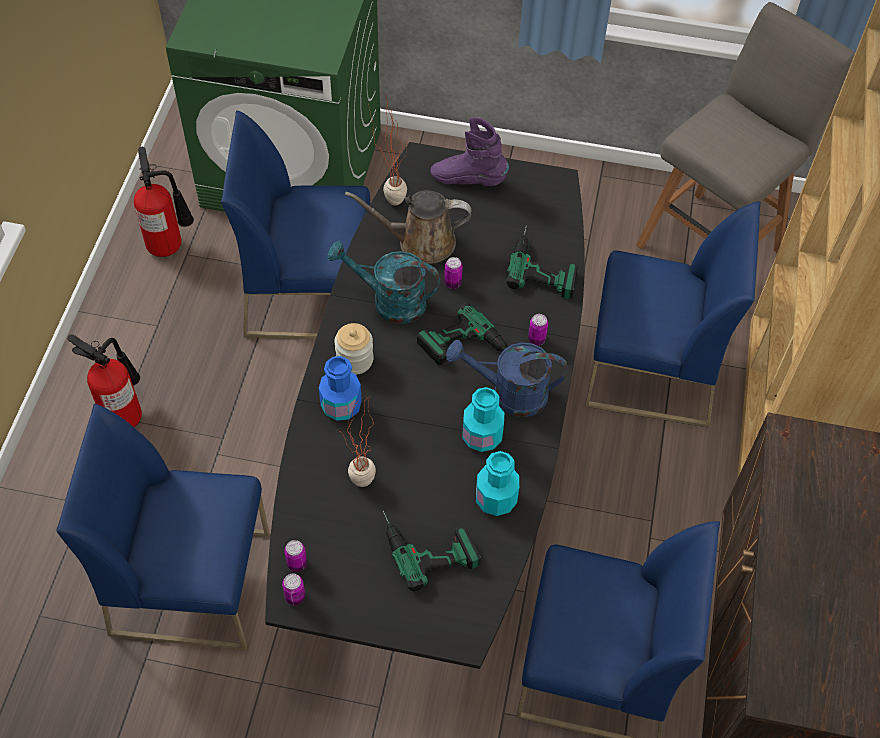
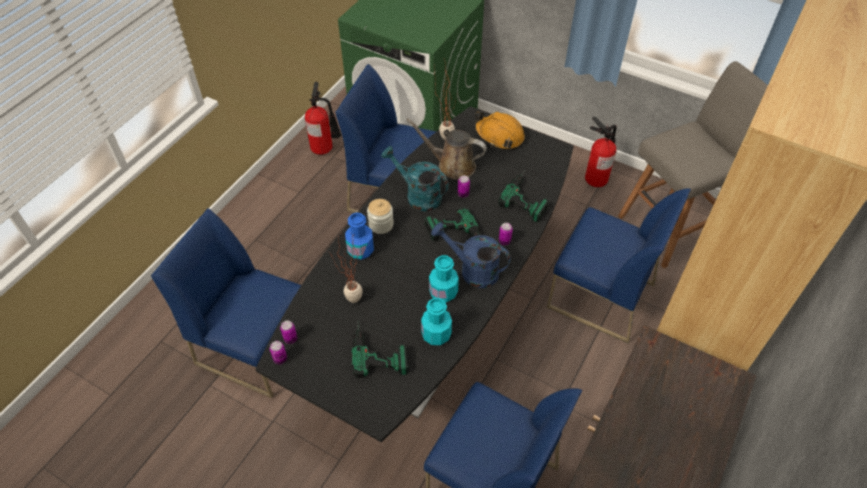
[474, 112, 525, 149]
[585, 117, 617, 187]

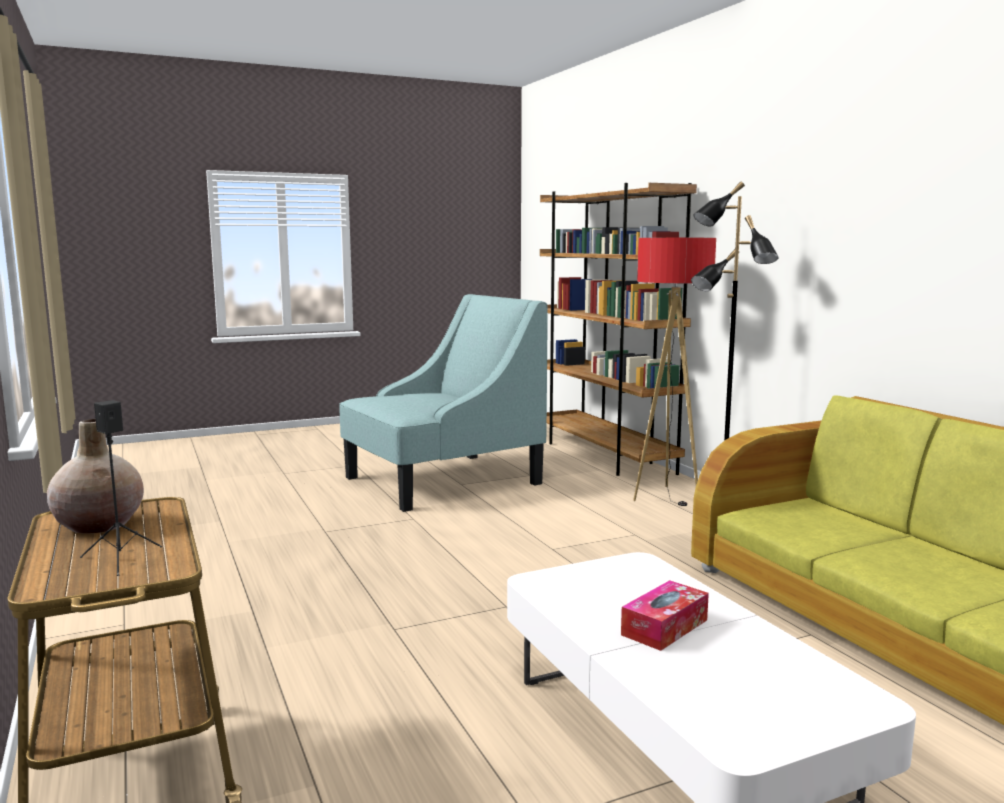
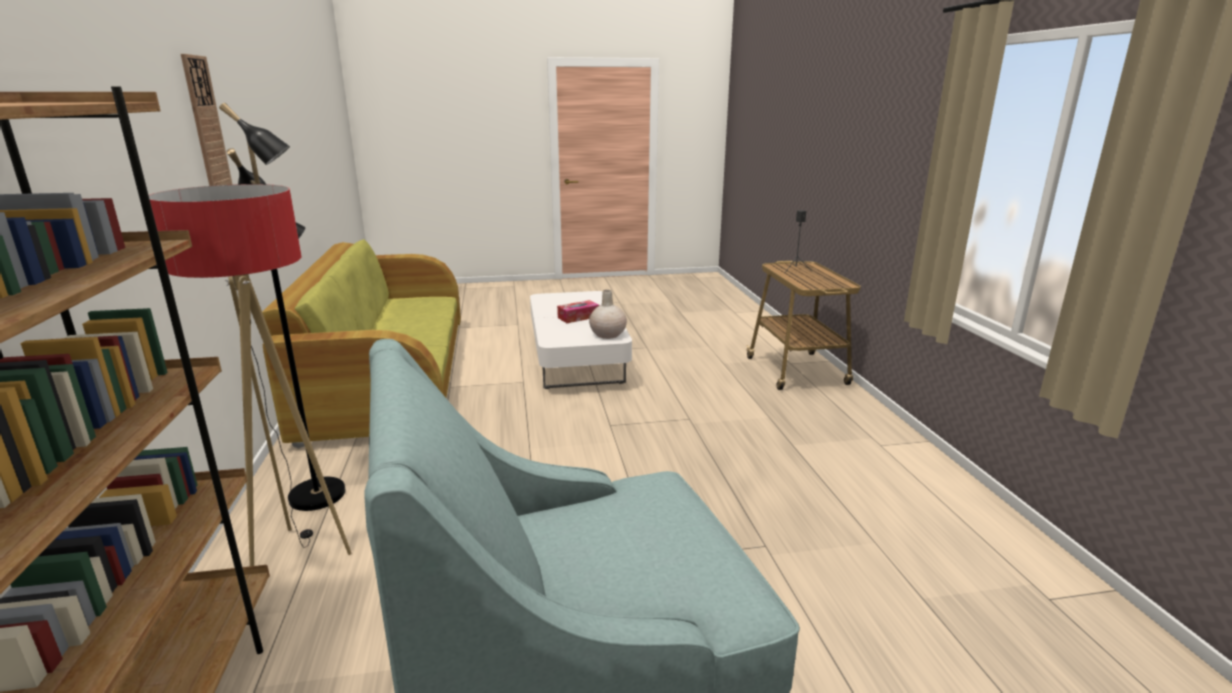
[589, 290, 627, 339]
[181, 54, 233, 186]

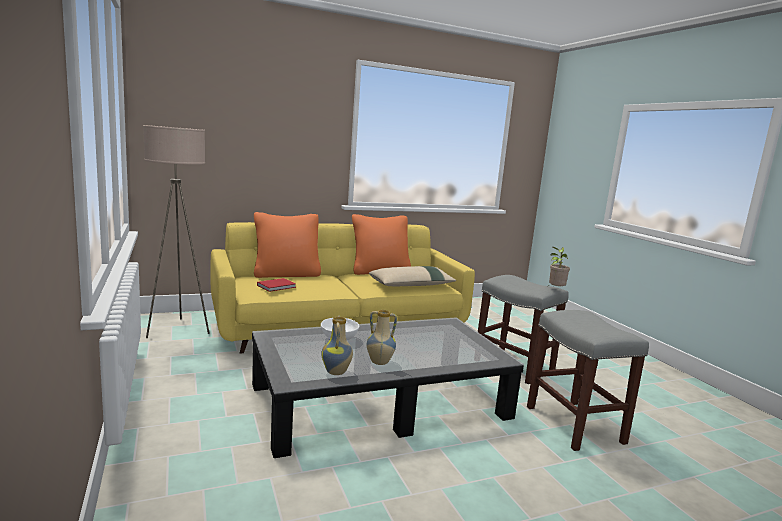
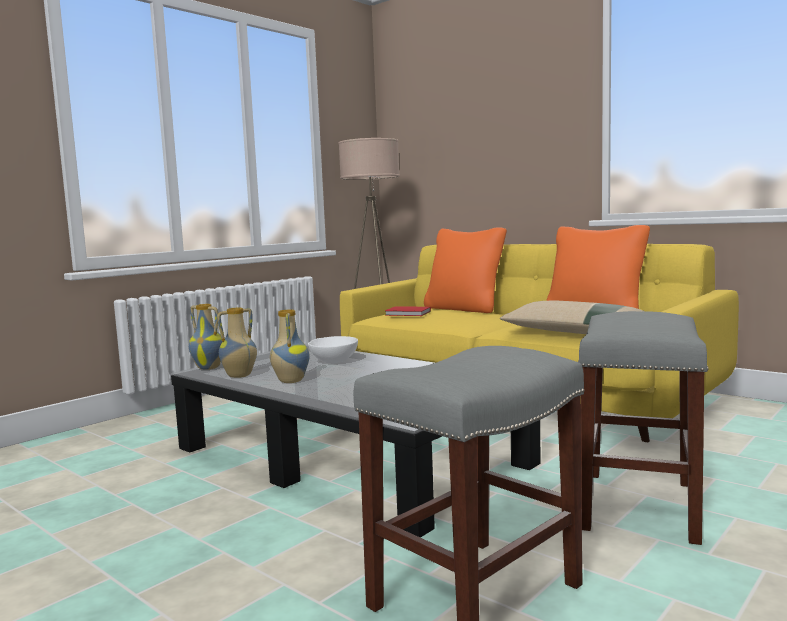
[548, 247, 570, 286] (first image)
[189, 304, 222, 370]

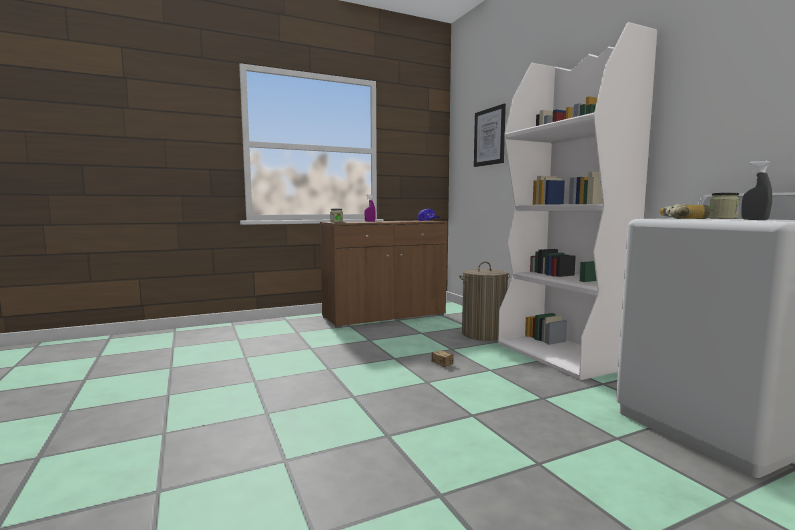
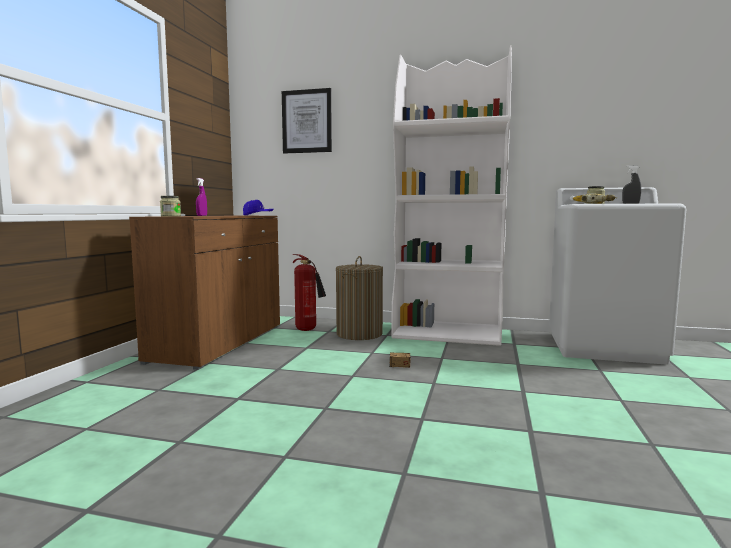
[293, 254, 326, 331]

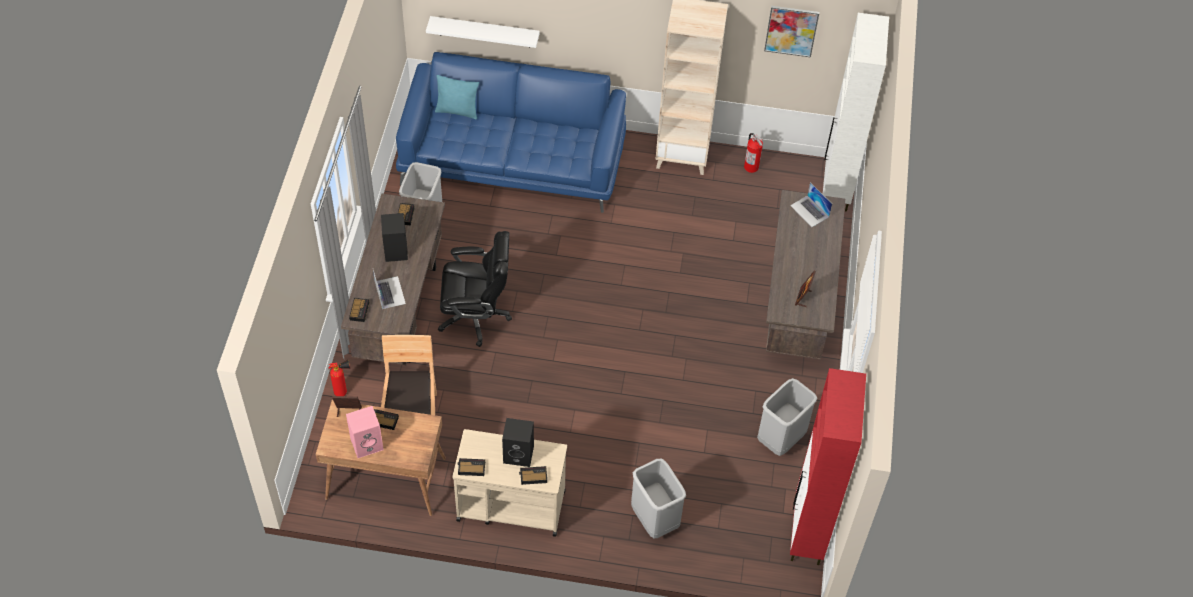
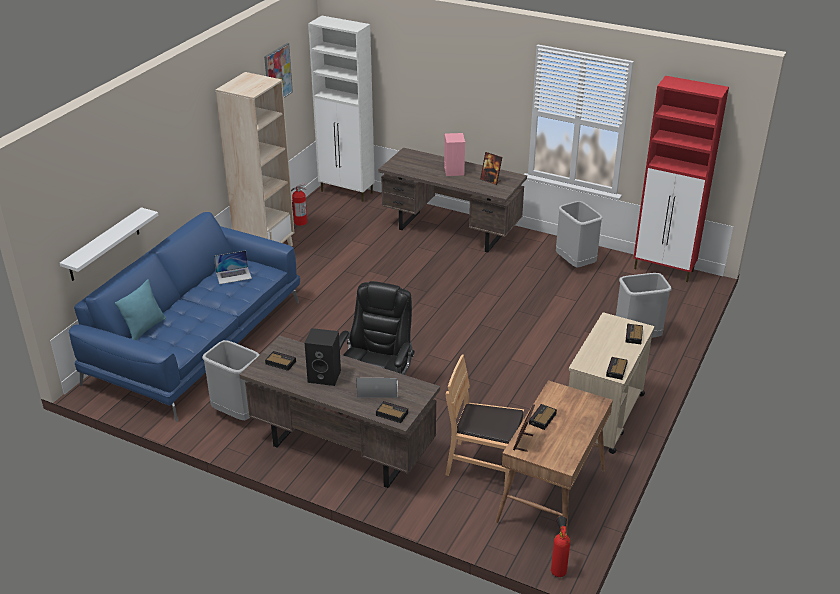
[214, 250, 252, 284]
[551, 516, 570, 577]
[444, 133, 465, 176]
[502, 418, 534, 467] (first image)

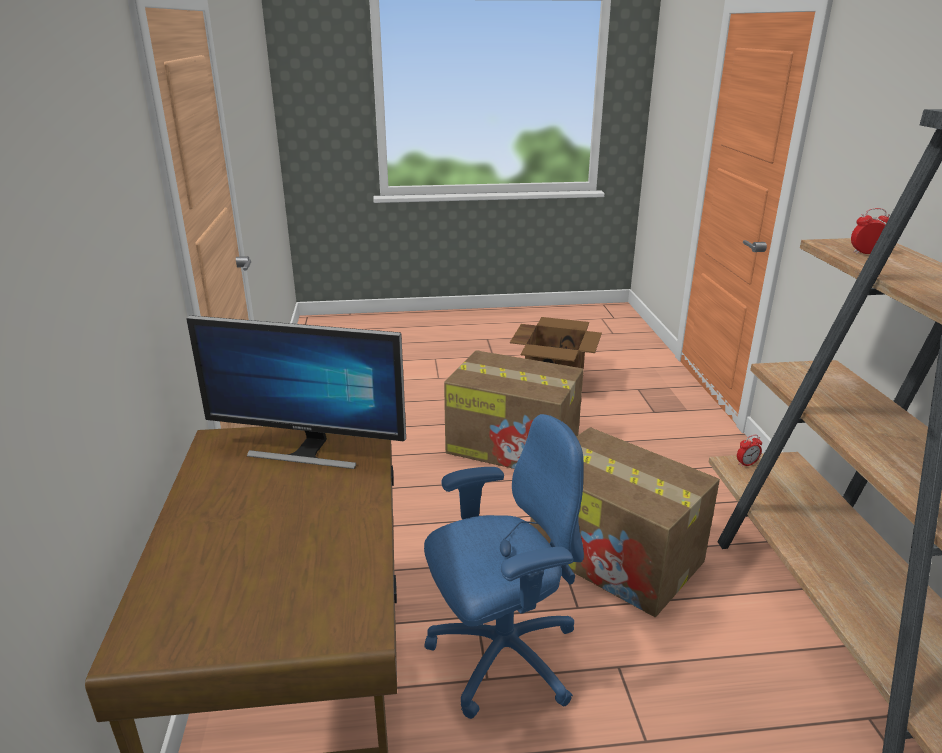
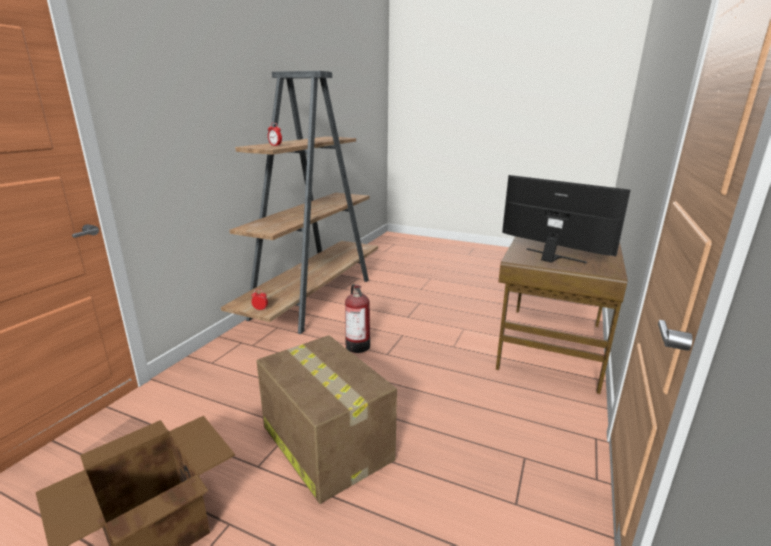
[424, 414, 584, 719] (first image)
[345, 284, 370, 353]

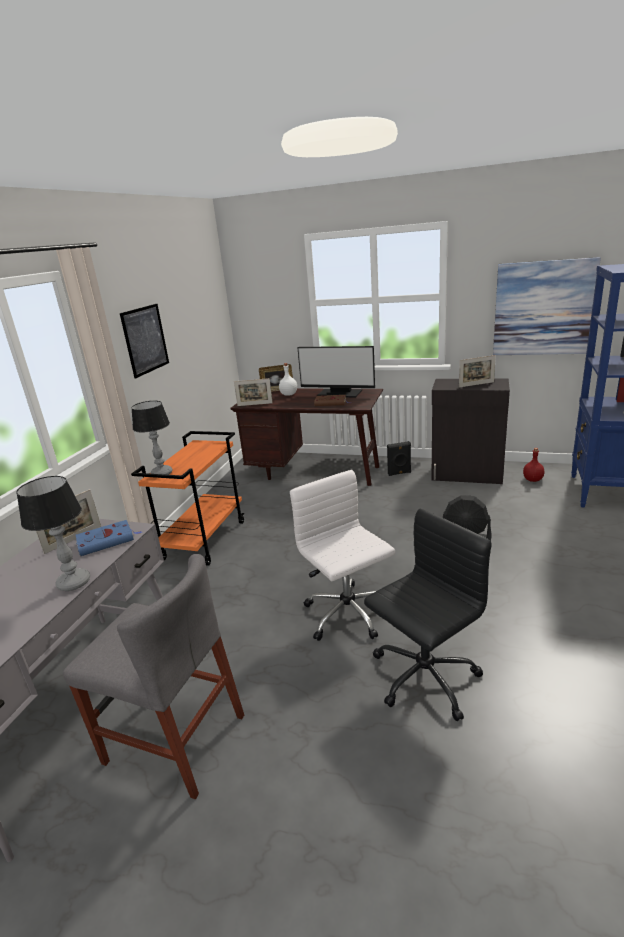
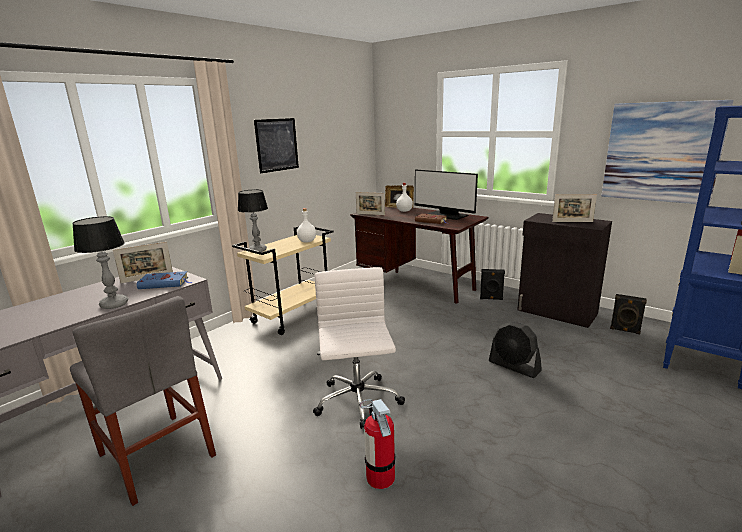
[232, 226, 333, 335]
[610, 294, 647, 334]
[359, 399, 395, 489]
[297, 208, 316, 242]

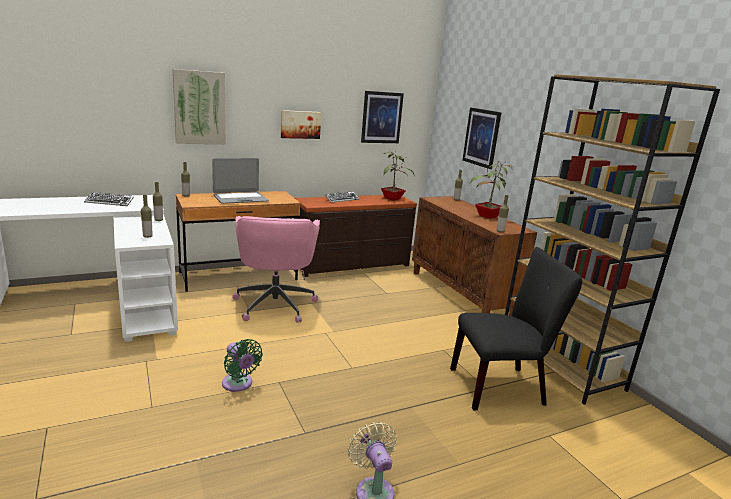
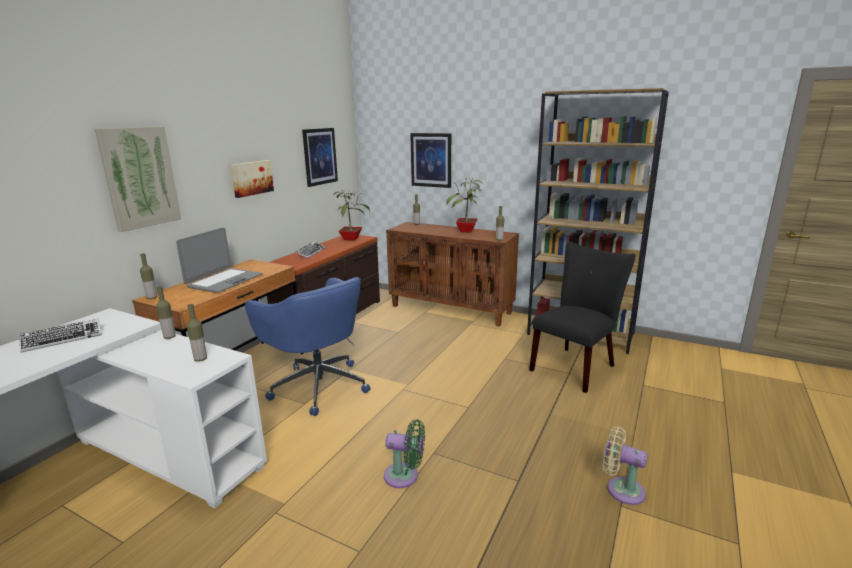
[245, 277, 370, 416]

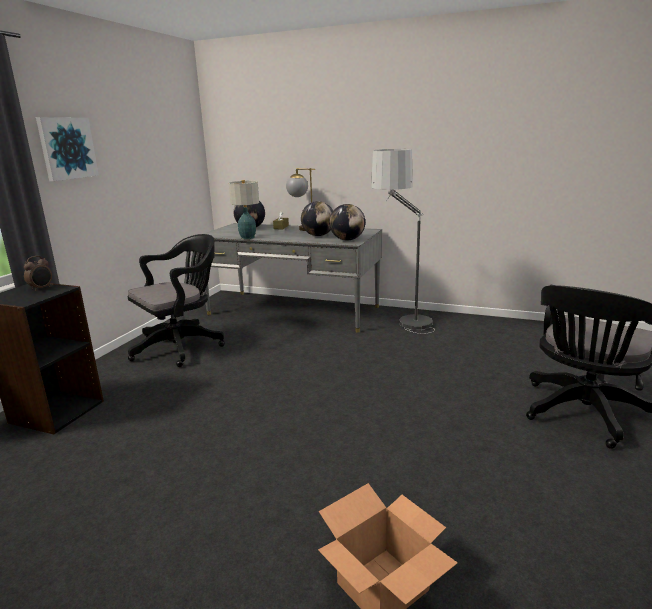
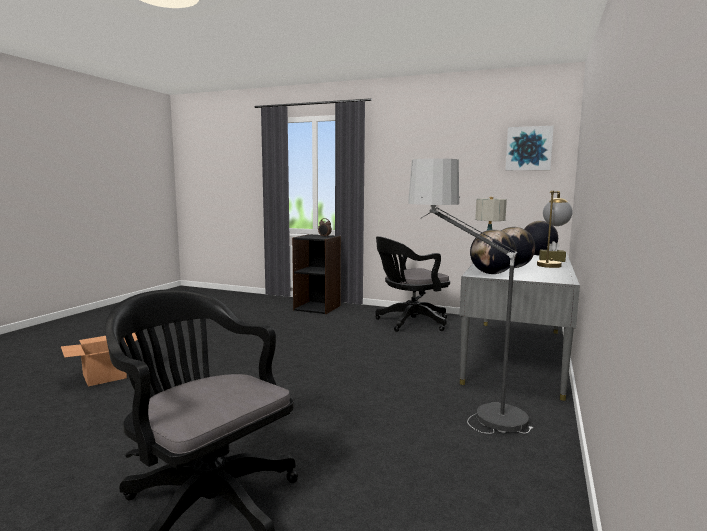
[505, 126, 554, 170]
[375, 236, 450, 332]

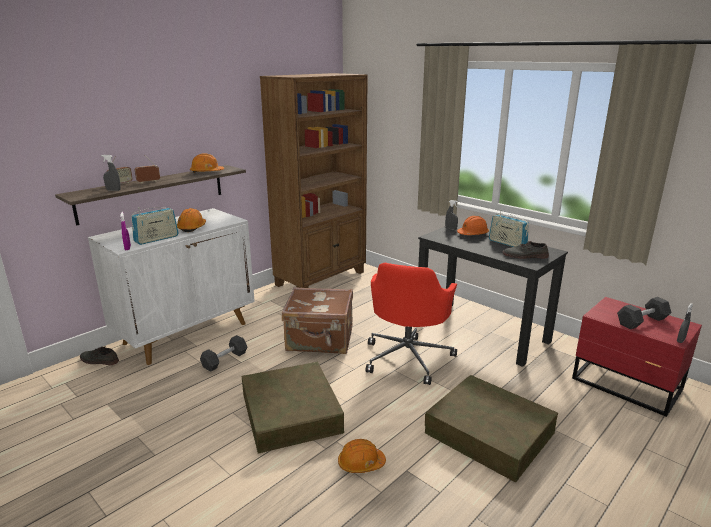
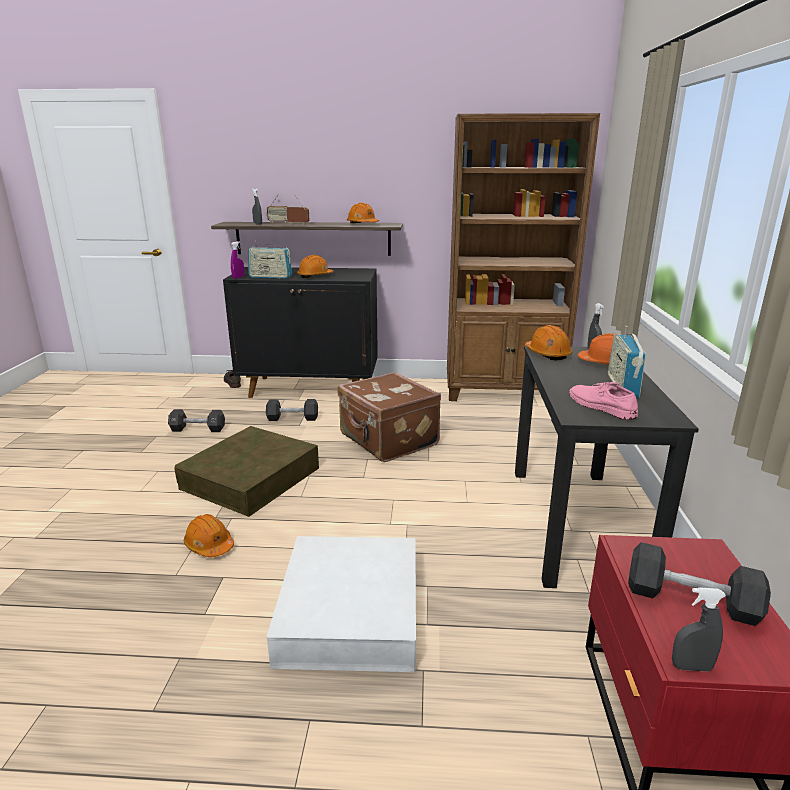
[223, 267, 378, 398]
[569, 382, 638, 420]
[365, 263, 457, 385] (first image)
[267, 536, 416, 672]
[525, 325, 572, 360]
[168, 409, 225, 432]

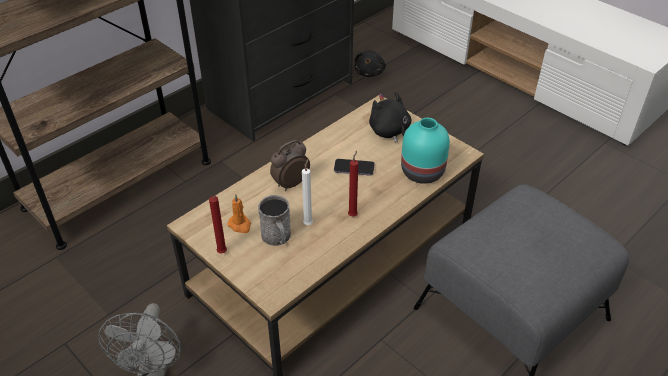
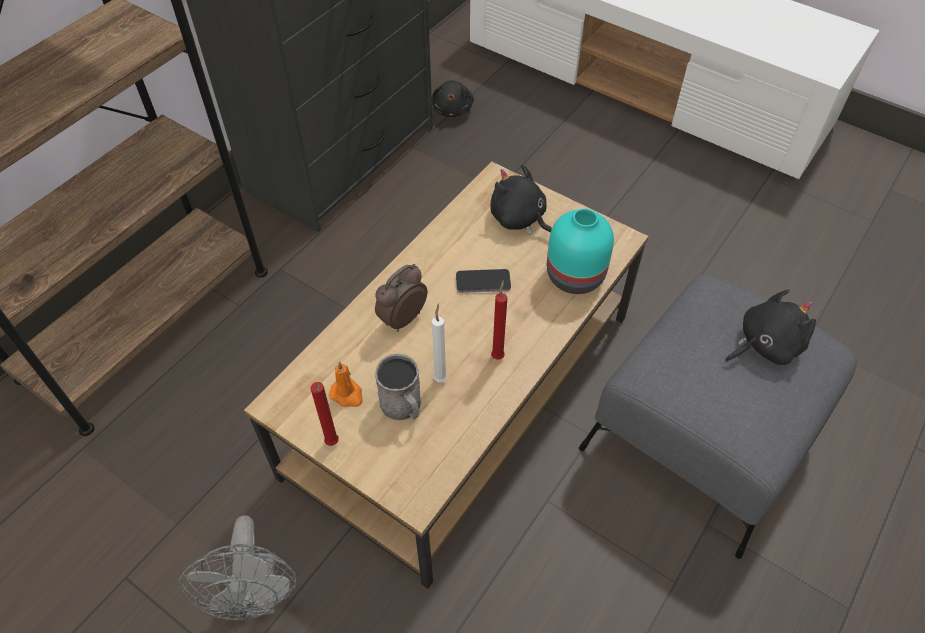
[725, 289, 816, 365]

